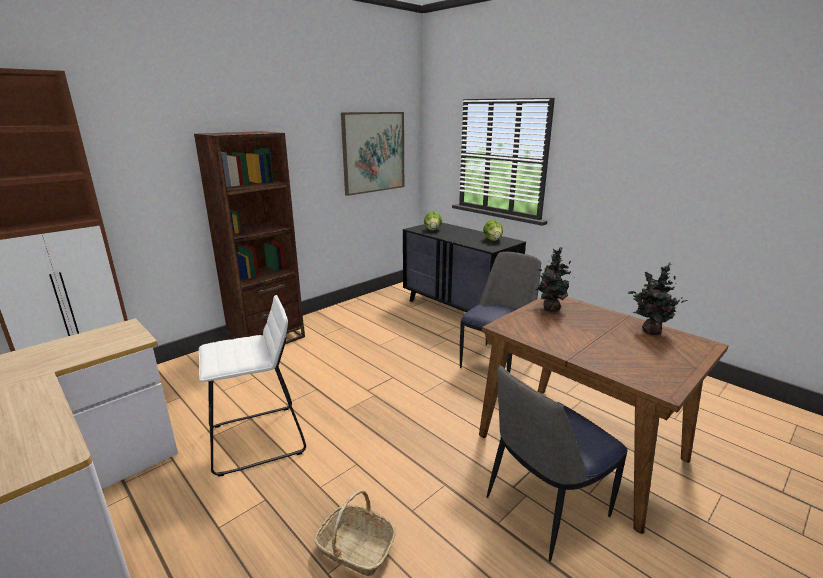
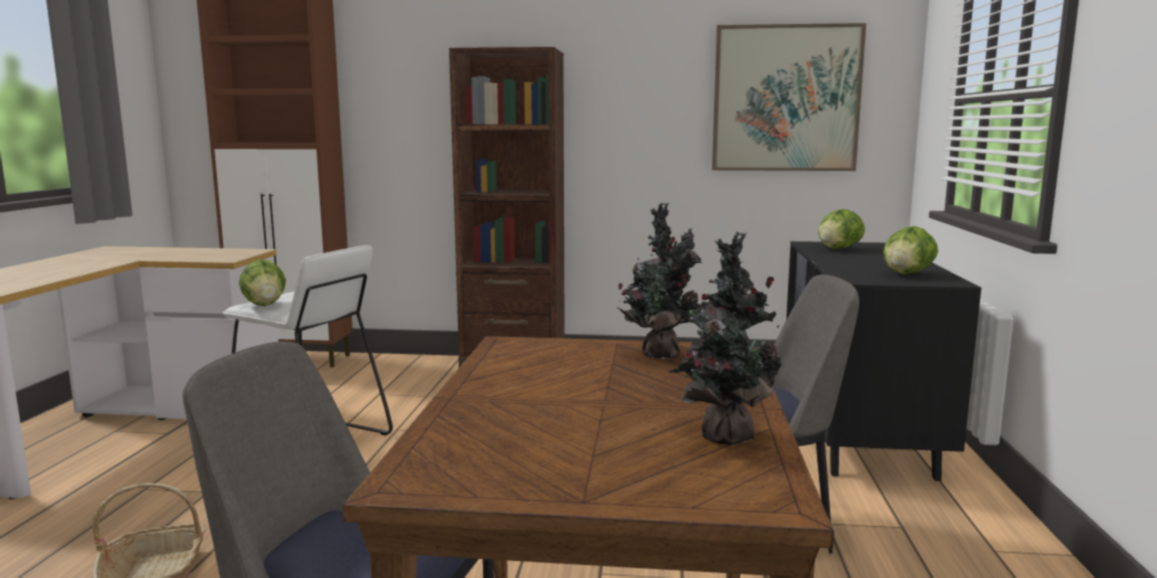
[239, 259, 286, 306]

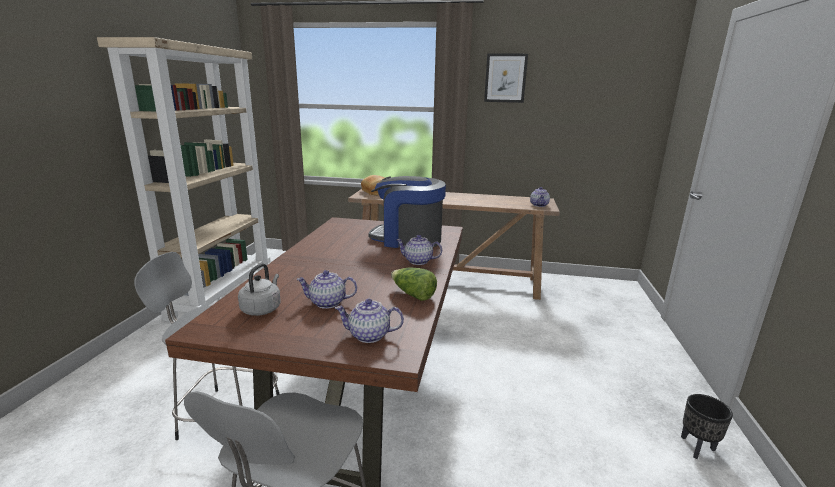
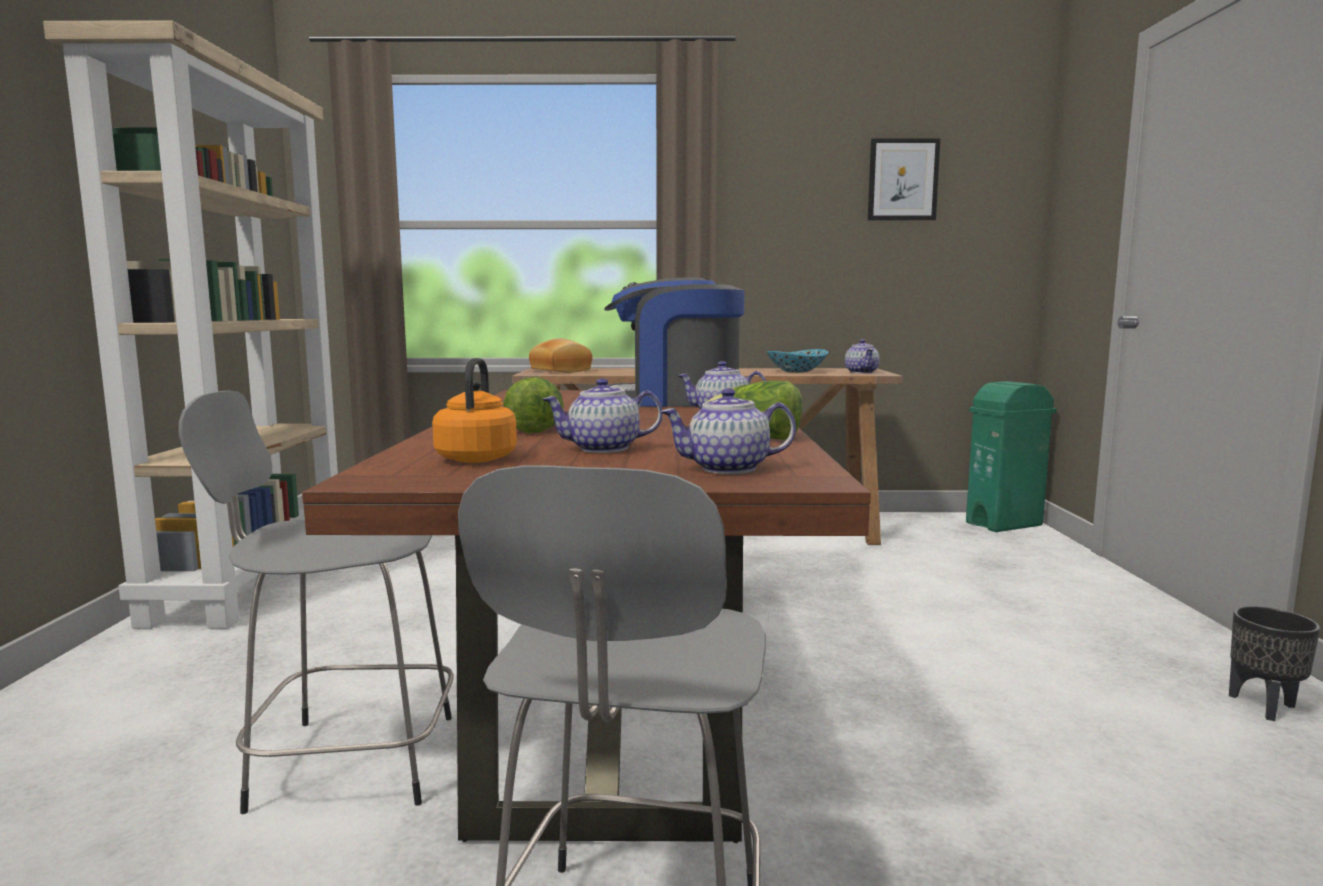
[868, 139, 940, 220]
[432, 358, 517, 463]
[767, 349, 828, 373]
[503, 377, 564, 433]
[966, 381, 1056, 532]

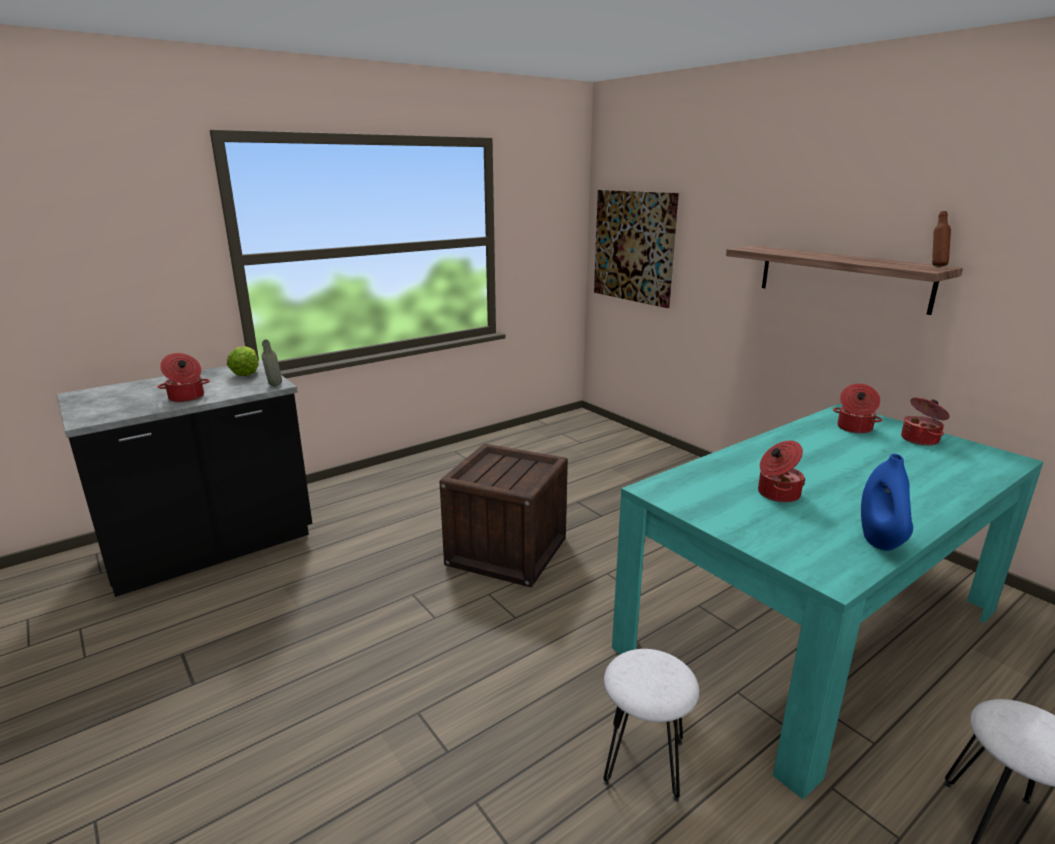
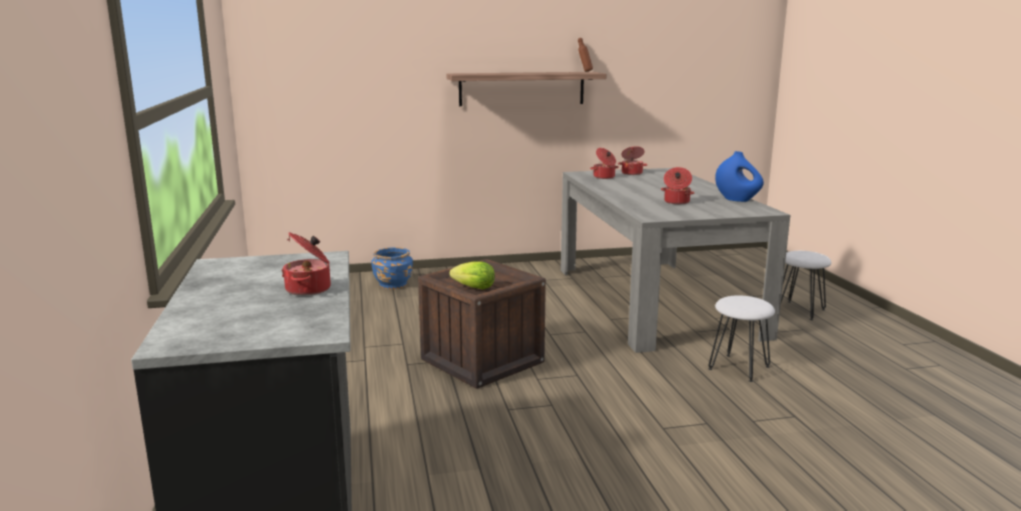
[594, 190, 679, 308] (first image)
[262, 340, 282, 386] (first image)
[449, 261, 495, 289]
[561, 168, 790, 353]
[371, 247, 413, 289]

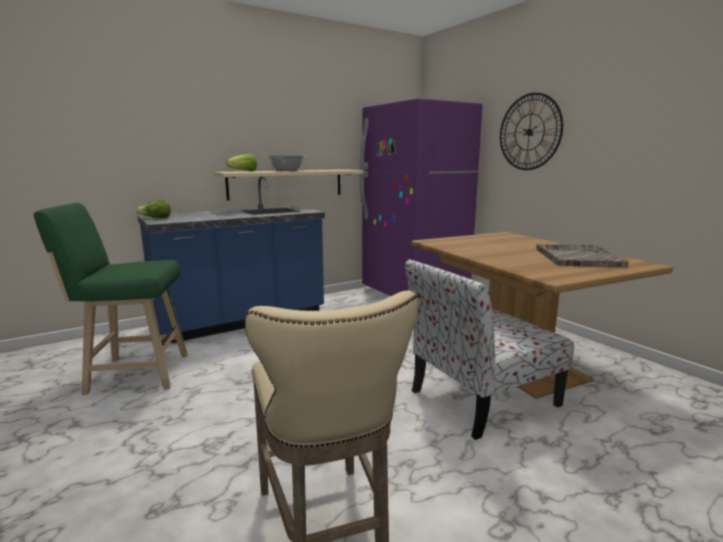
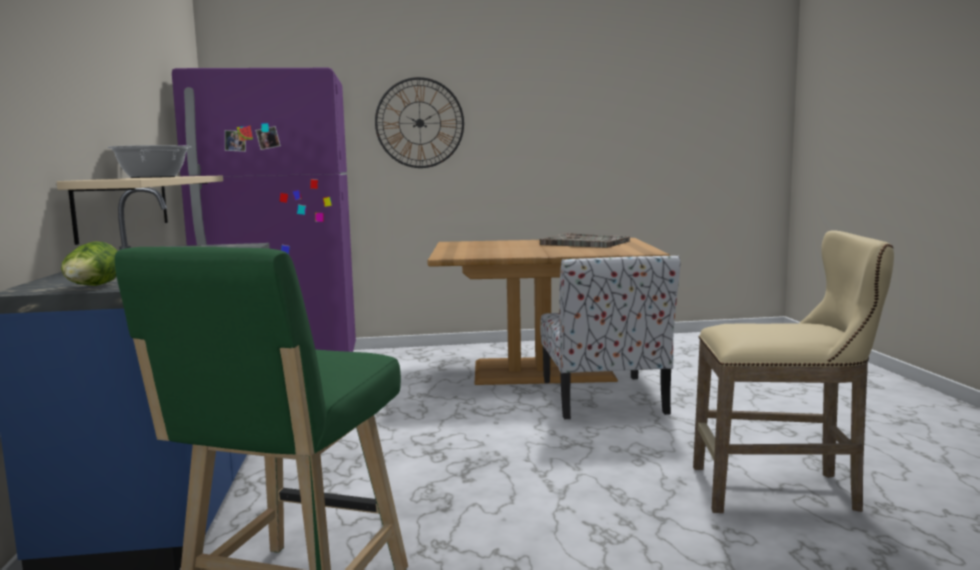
[227, 154, 257, 171] (first image)

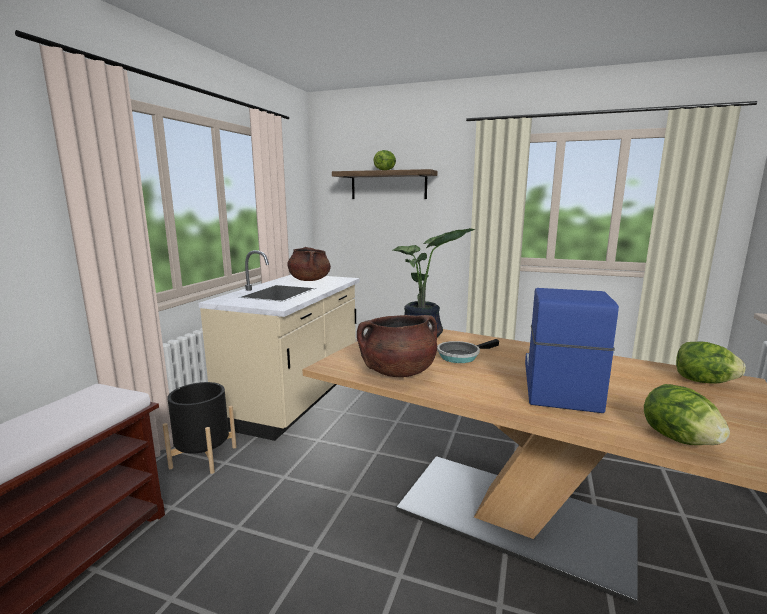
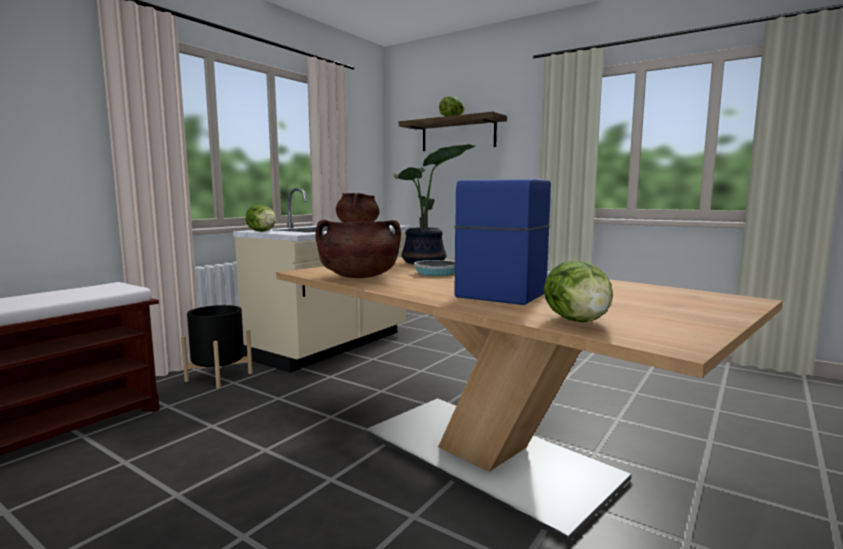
[245, 205, 276, 232]

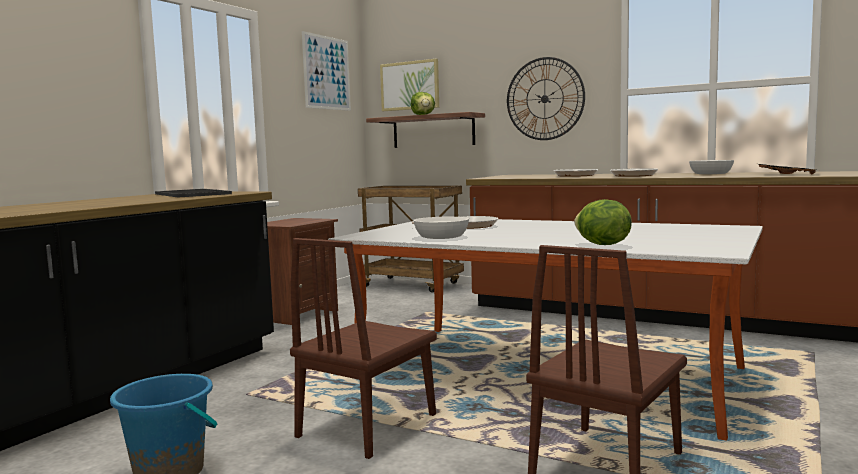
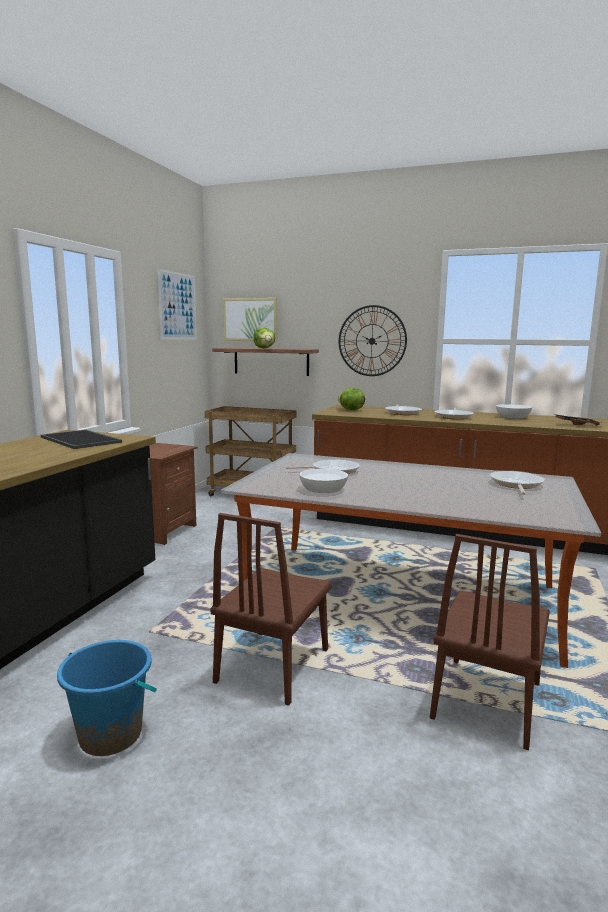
[338, 388, 365, 410]
[490, 471, 545, 495]

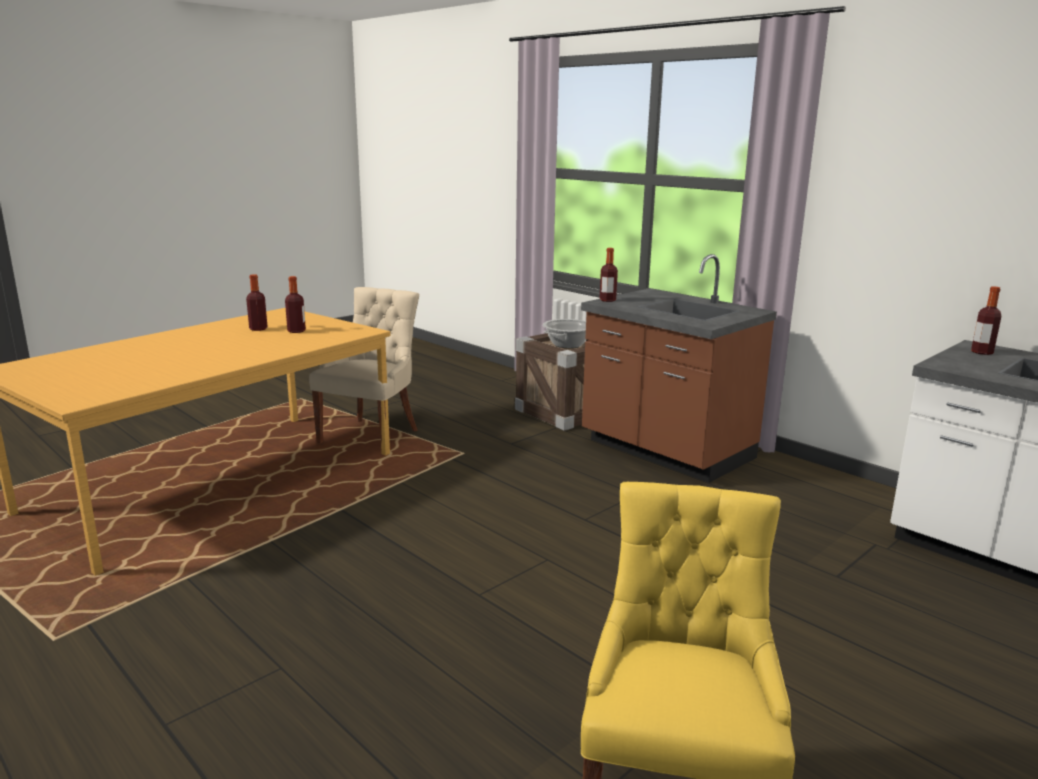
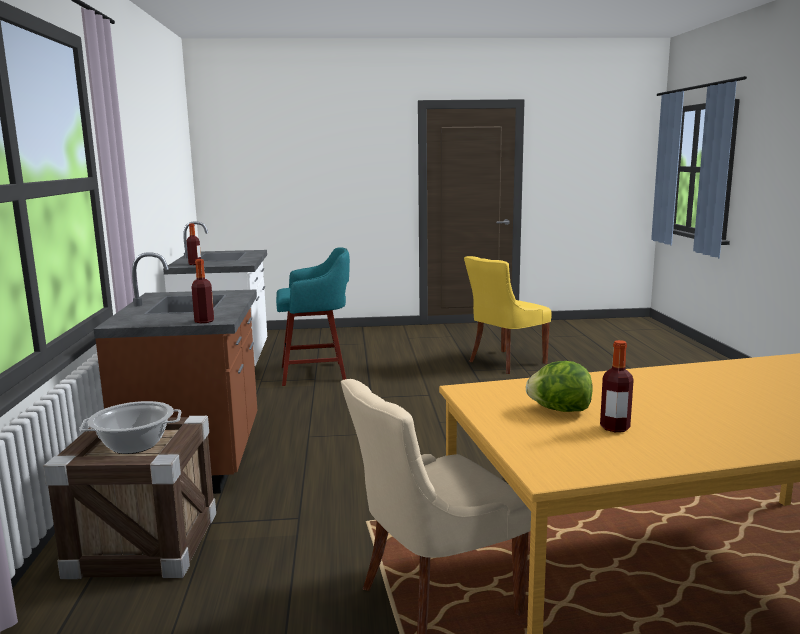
[526, 361, 592, 412]
[276, 247, 350, 386]

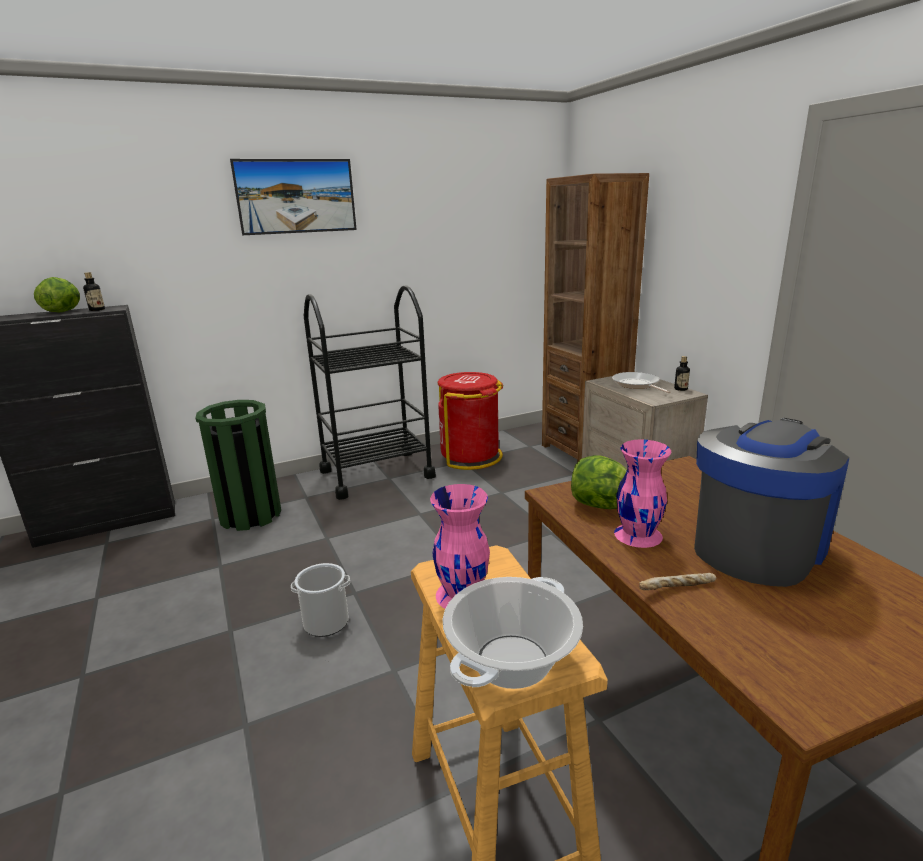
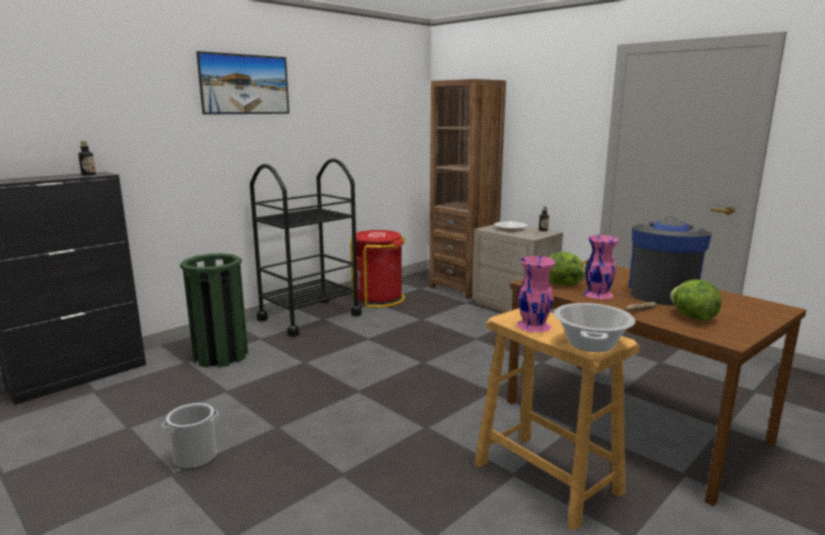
[670, 279, 721, 321]
[162, 403, 219, 469]

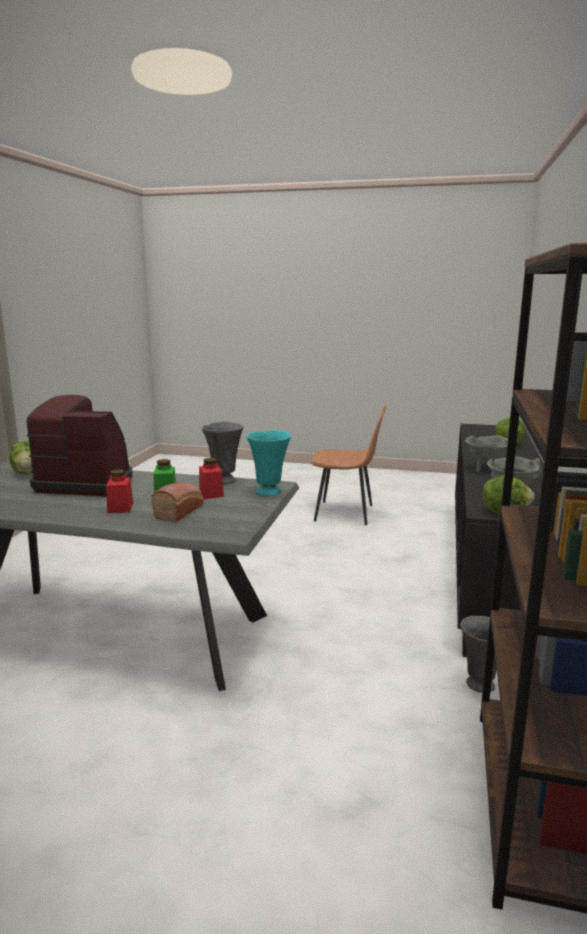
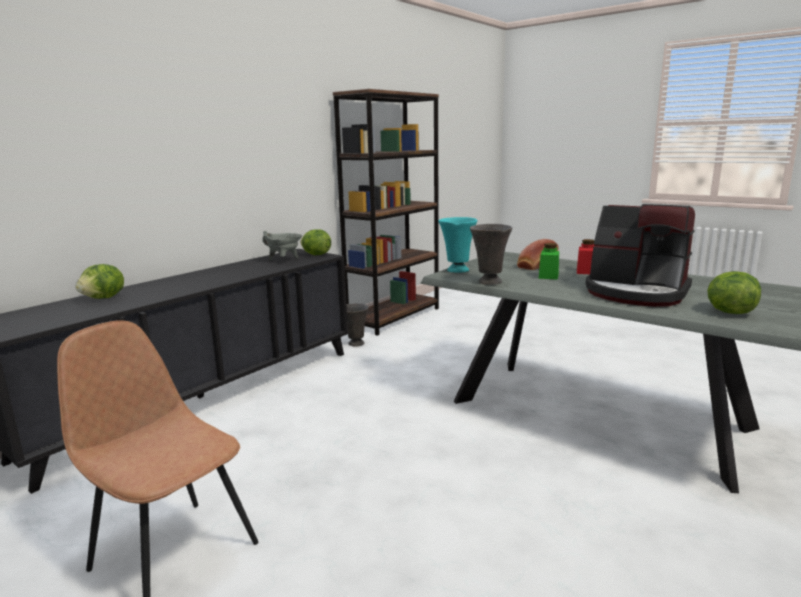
[465, 435, 508, 473] (first image)
[199, 458, 224, 499] (first image)

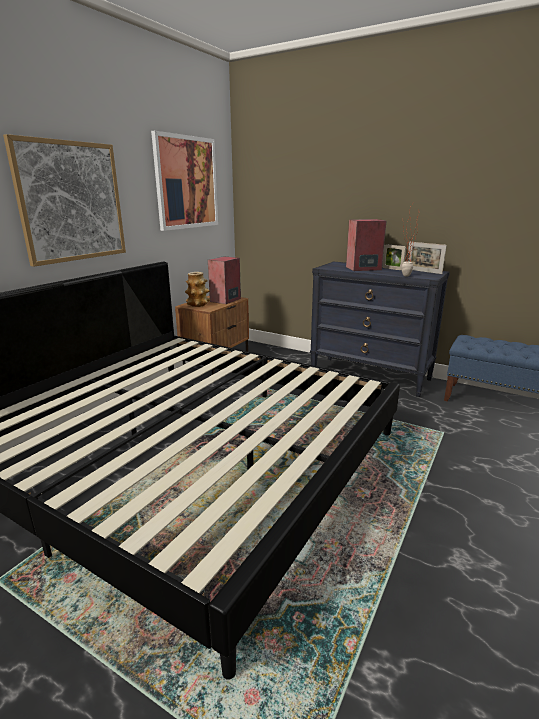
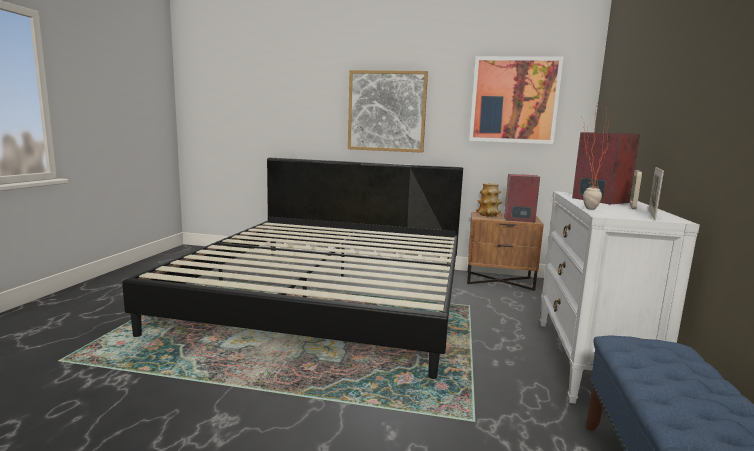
[540, 191, 700, 404]

